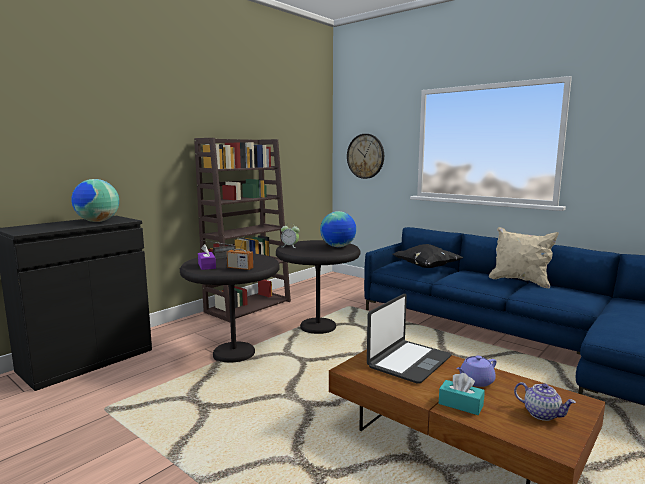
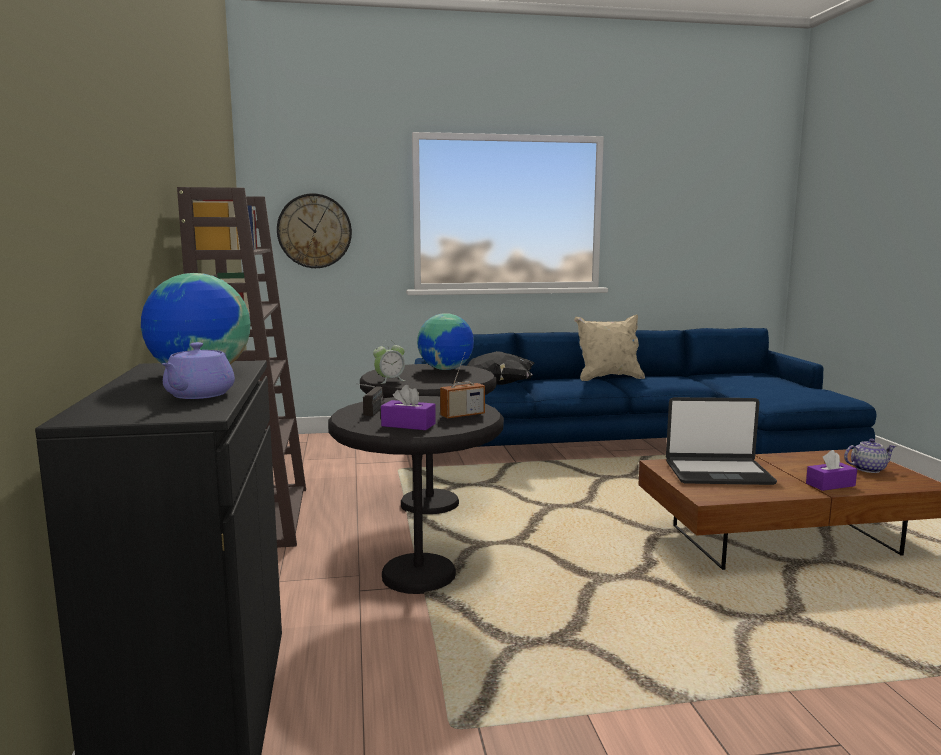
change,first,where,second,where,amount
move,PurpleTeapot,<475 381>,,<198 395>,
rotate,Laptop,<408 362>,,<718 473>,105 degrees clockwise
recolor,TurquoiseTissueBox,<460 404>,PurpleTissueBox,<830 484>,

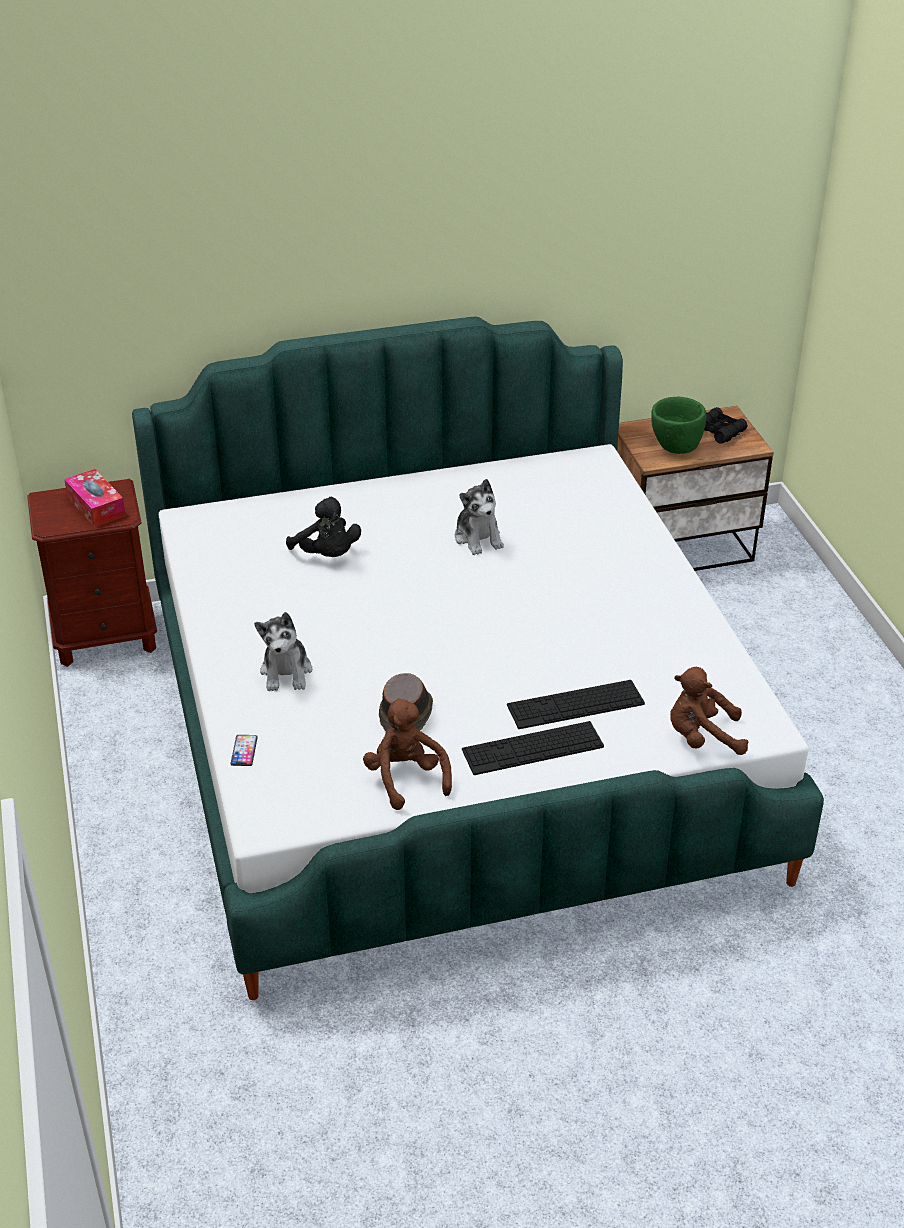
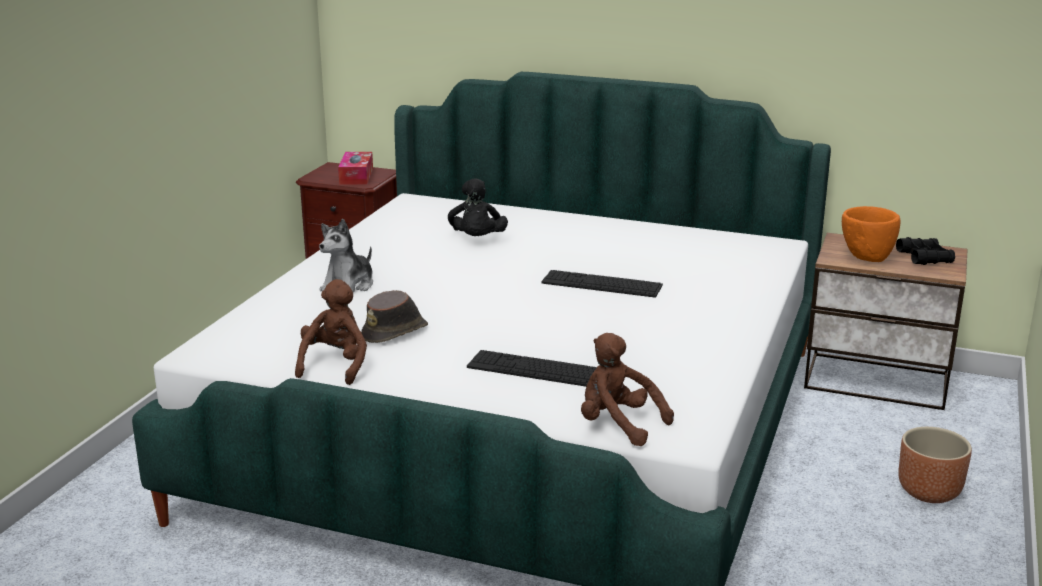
change,first,where,second,where,amount
move,Keyboard,<532 748>,,<602 284>,
recolor,GreenBowl,<675 448>,OrangeBowl,<866 258>,
insert,,,BrownPlanter,<928 493>,
delete,Phone,<244 751>,,,
delete,PlushToy,<478 538>,,,

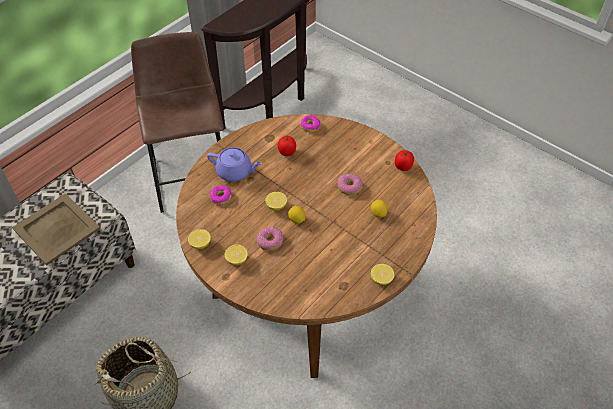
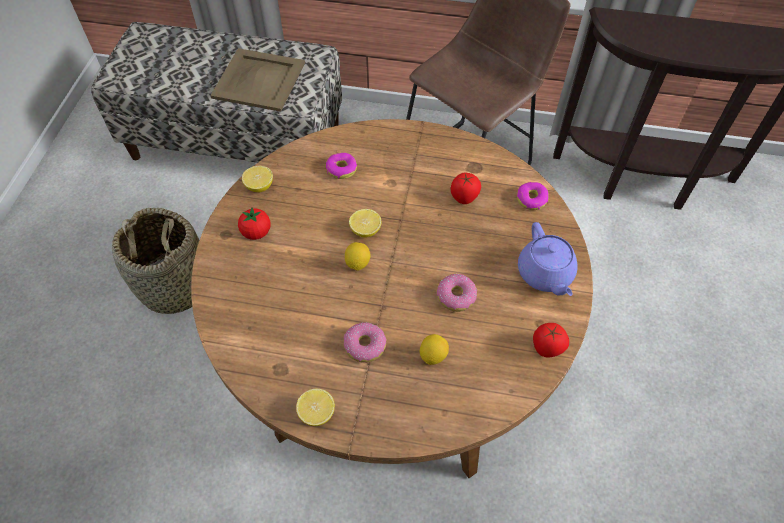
change,first,where,second,where,amount
replace,Lemon,<237 260>,Tomato,<256 232>,
move,Donut,<270 241>,,<365 346>,
move,PurpleTeapot,<235 172>,,<545 274>,

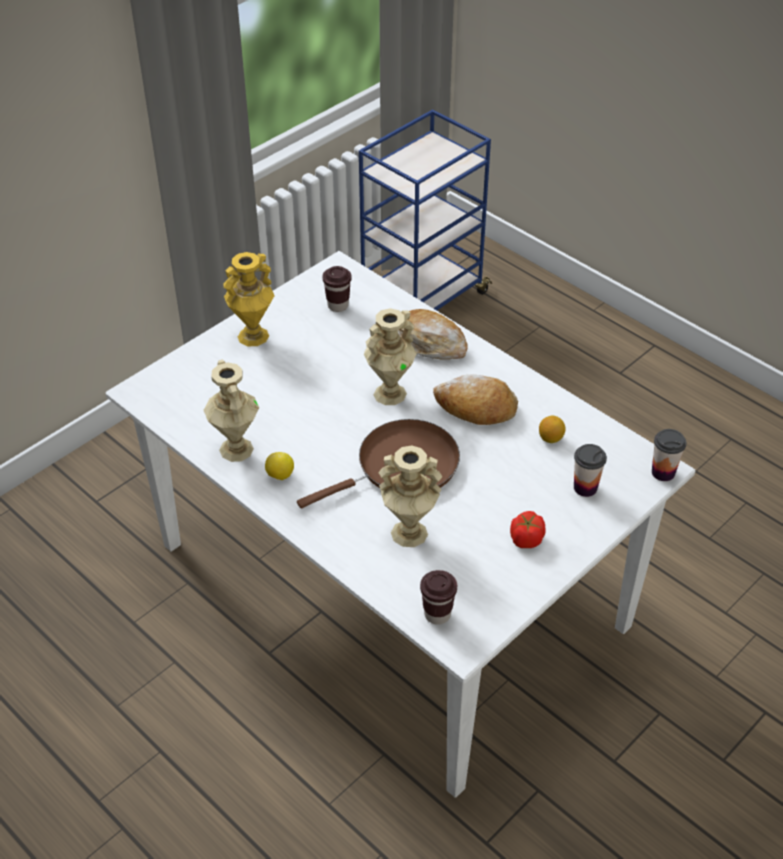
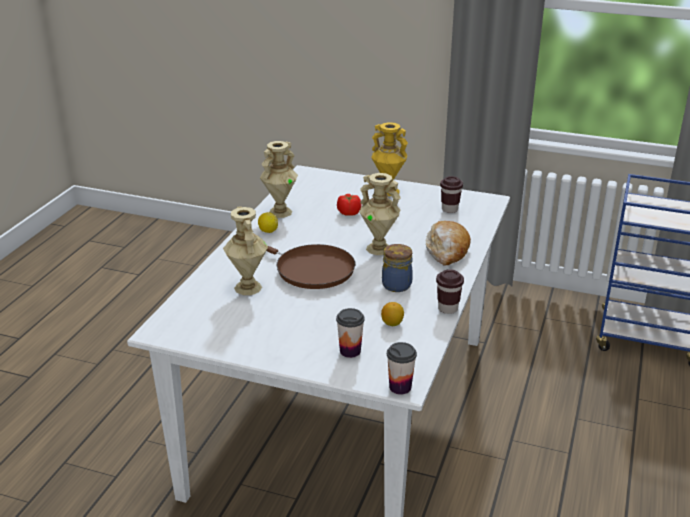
change,first,where,second,where,amount
move,Tomato,<526 539>,,<348 213>,
replace,Bread,<476 408>,Jar,<396 284>,
move,BrownCup,<437 614>,,<448 308>,

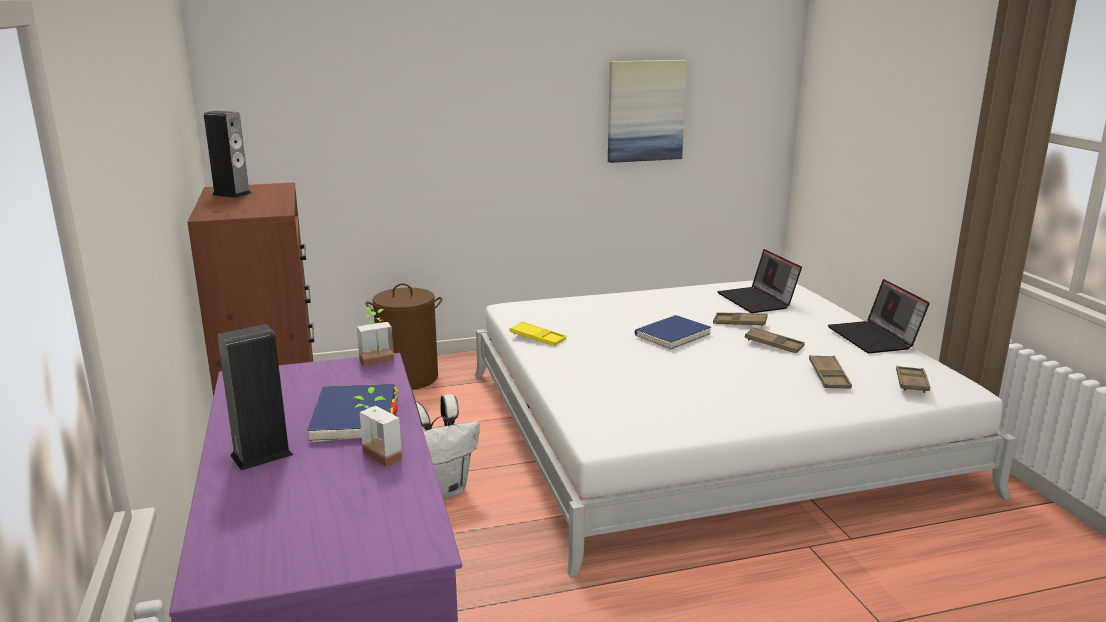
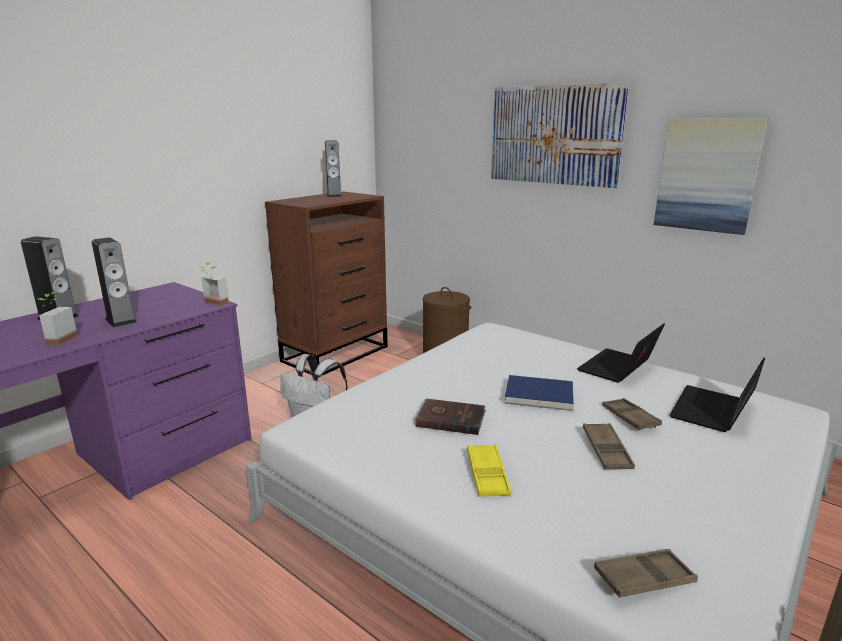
change,first,where,second,where,amount
replace,BlueBook,<355 417>,Speaker,<121 320>,
insert,,,BrownBook,<450 418>,
move,YellowTray,<537 338>,,<487 474>,
insert,,,Picture,<554 135>,
move,Laptop,<874 338>,,<618 368>,
delete,BrownTray,<829 376>,,,

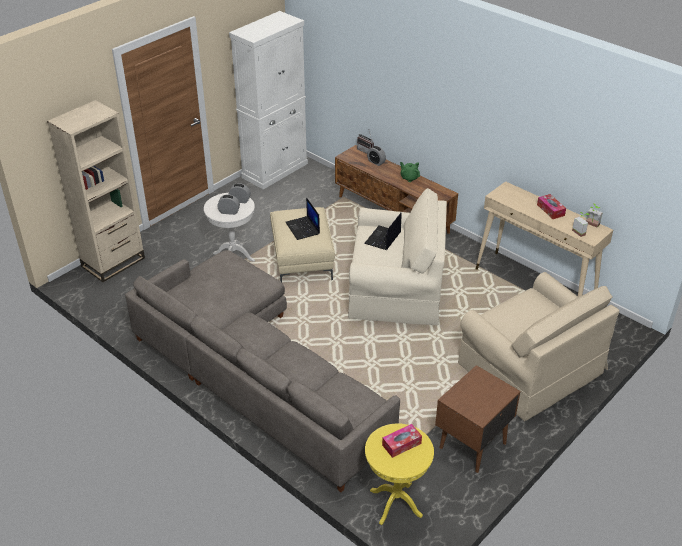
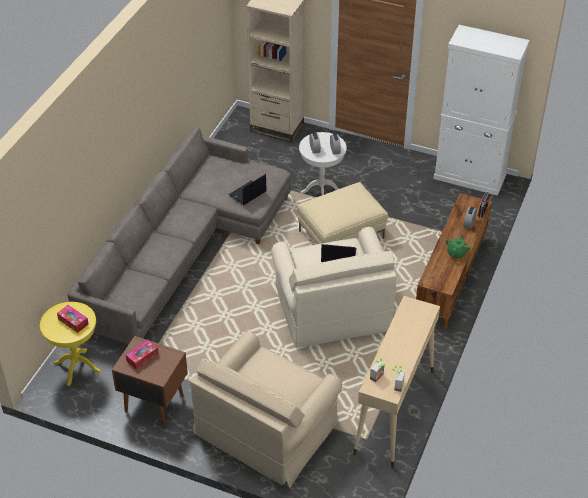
change,first,where,second,where,amount
move,TissueBox,<550 210>,,<142 357>,
move,Laptop,<303 228>,,<247 194>,

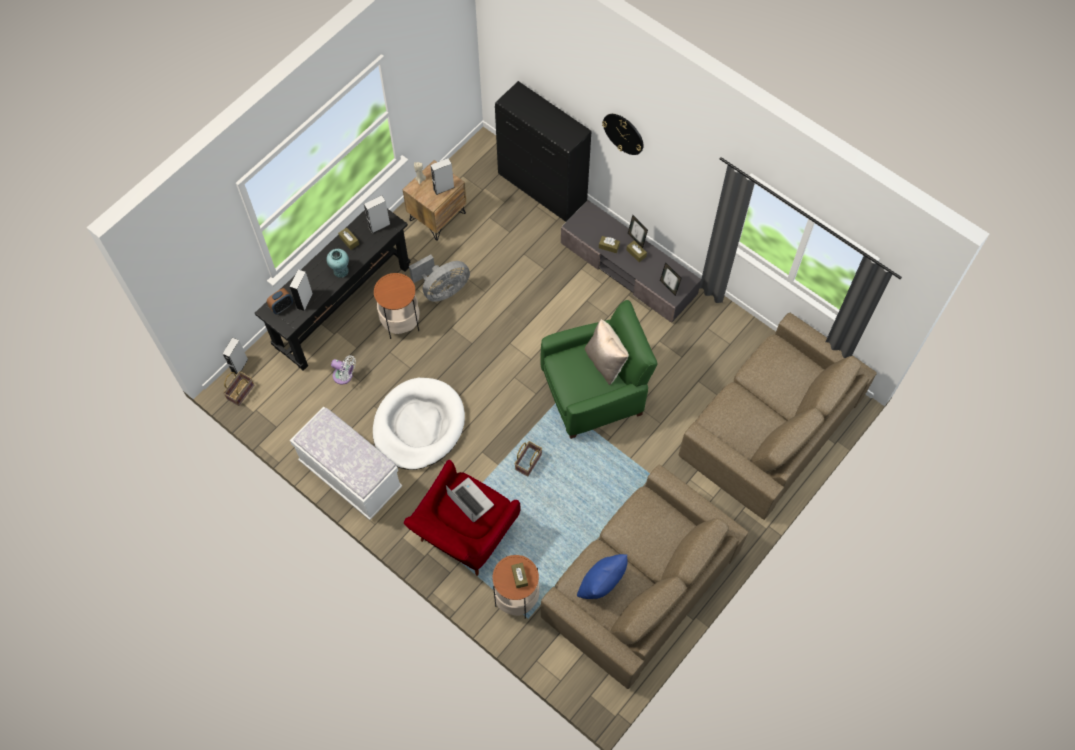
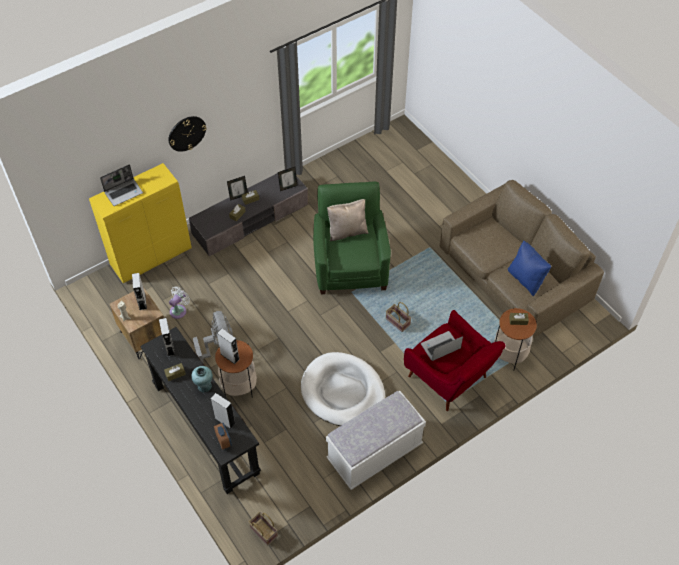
change,first,where,second,where,amount
recolor,BlackCabinet,<543 189>,YellowCabinet,<152 257>,
insert,,,Laptop,<124 192>,
move,WhiteFan,<344 376>,,<179 310>,
move,GreySpeaker,<239 366>,,<230 356>,
delete,BrownSofa,<769 426>,,,

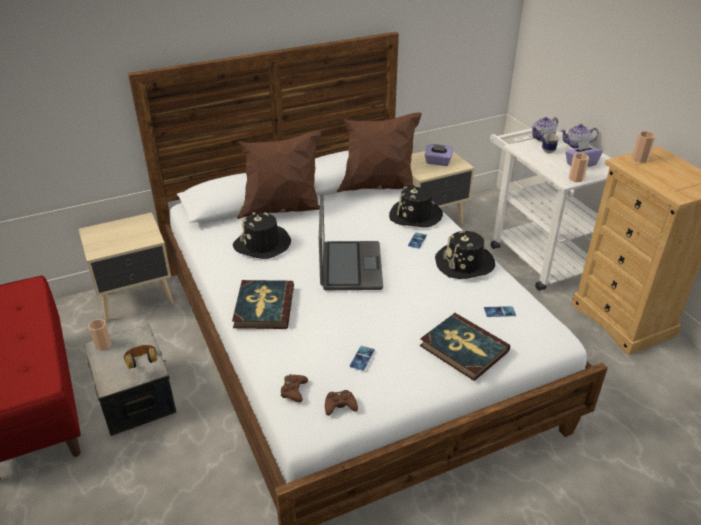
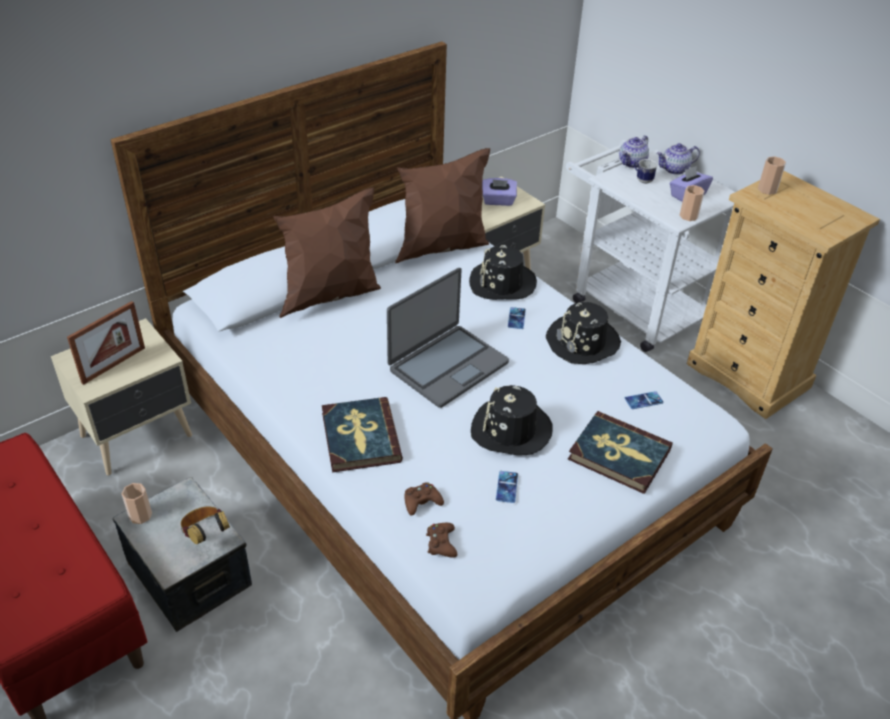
change,first,where,second,where,amount
insert,,,PictureFrame,<114 365>,
rotate,Laptop,<349 267>,,<447 366>,60 degrees clockwise
move,BrownGameController,<340 406>,,<421 502>,
move,BlackHat,<262 244>,,<510 430>,

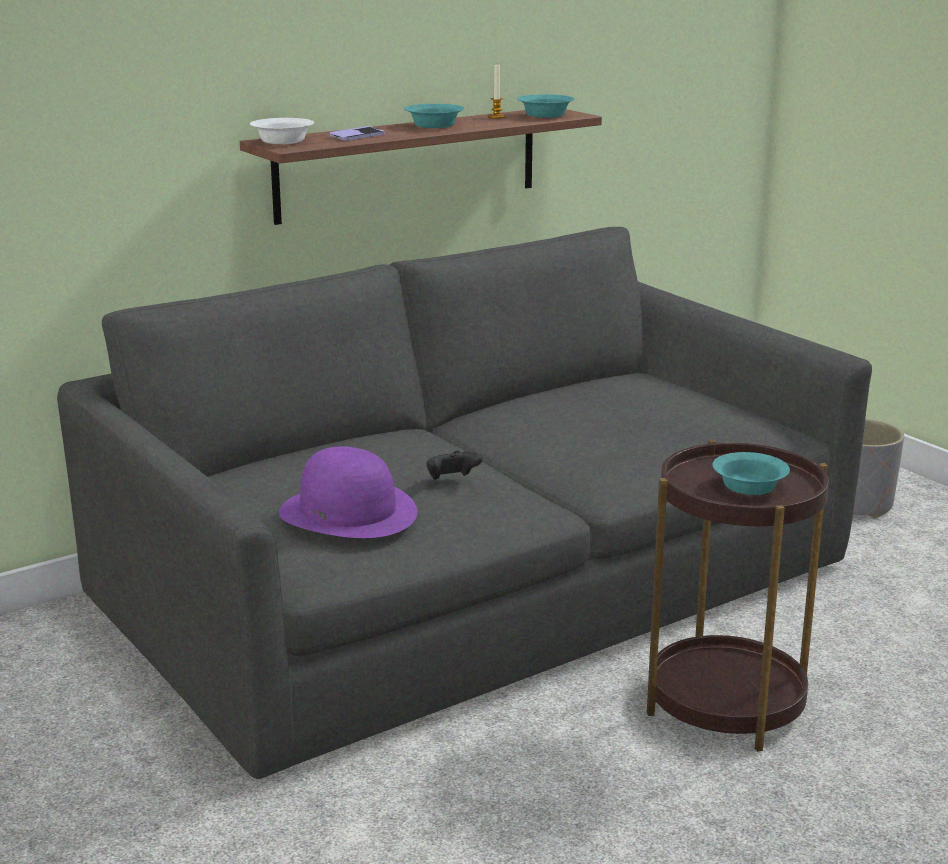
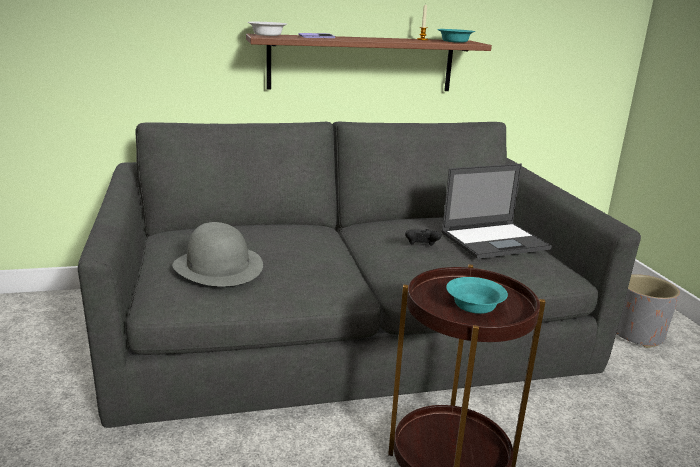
change,first,where,second,where,amount
recolor,PurpleHat,<348 512>,GreyHat,<218 266>,
move,BlackGameController,<452 480>,,<421 247>,
insert,,,Laptop,<495 240>,
delete,TurquoiseBowl,<433 126>,,,

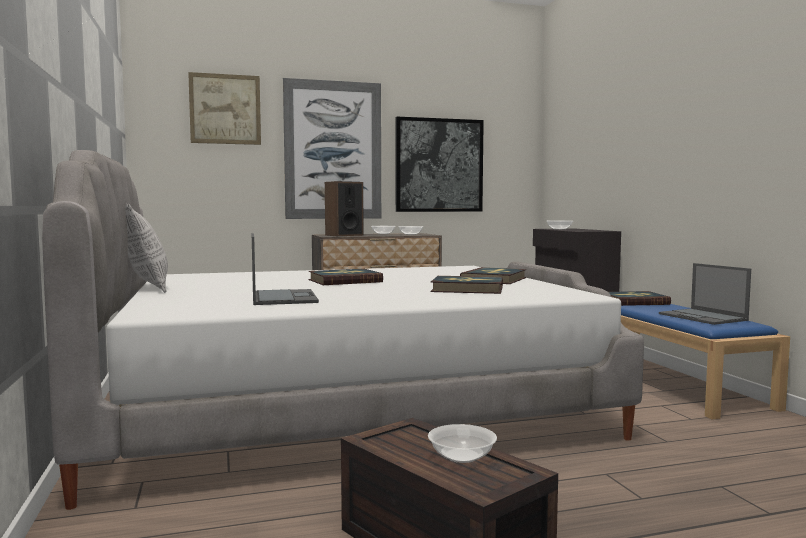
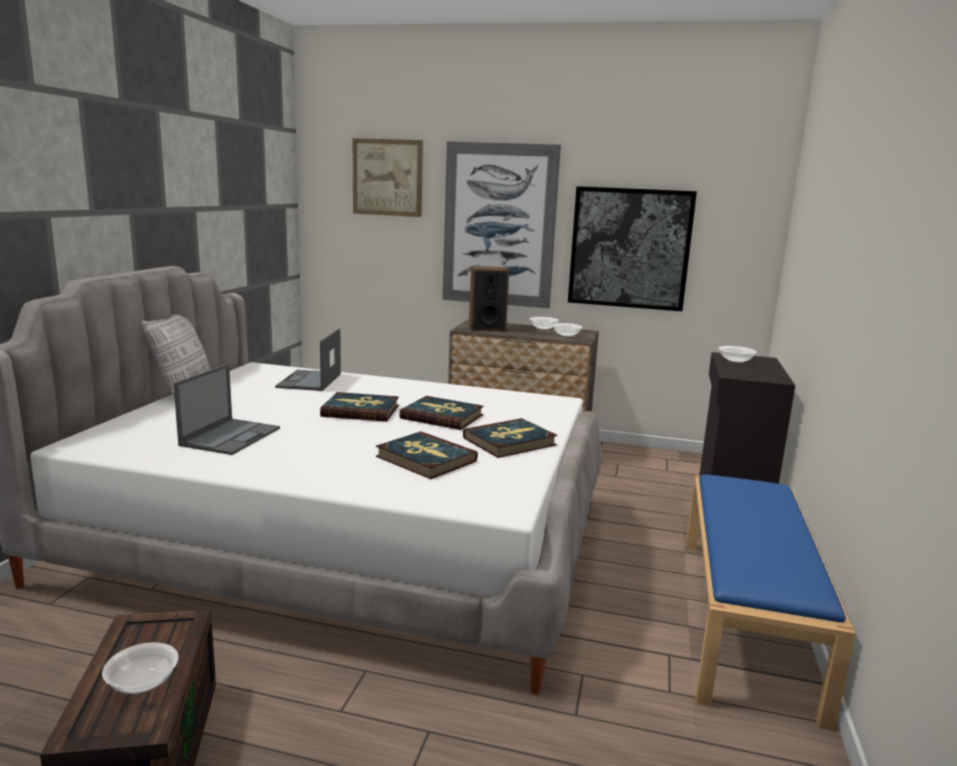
change,first,where,second,where,amount
move,Laptop,<703 317>,,<309 381>,
move,Book,<634 302>,,<442 416>,

